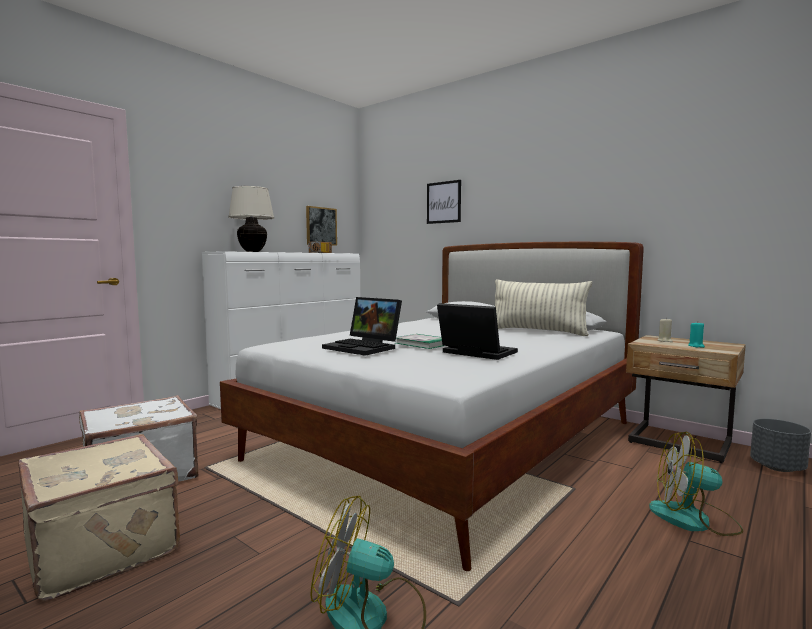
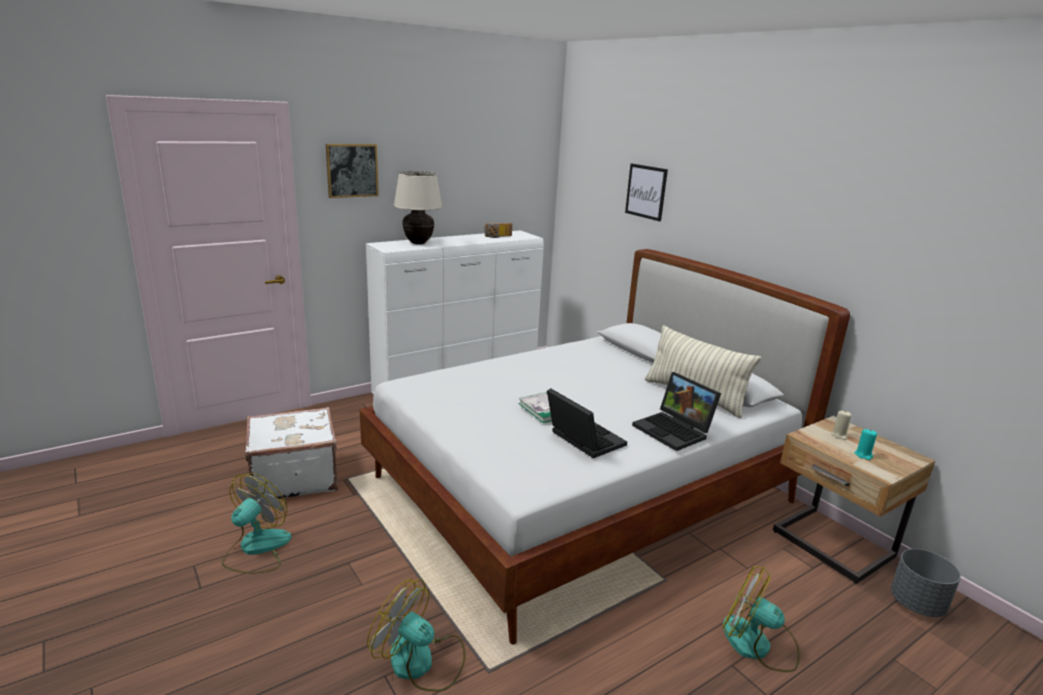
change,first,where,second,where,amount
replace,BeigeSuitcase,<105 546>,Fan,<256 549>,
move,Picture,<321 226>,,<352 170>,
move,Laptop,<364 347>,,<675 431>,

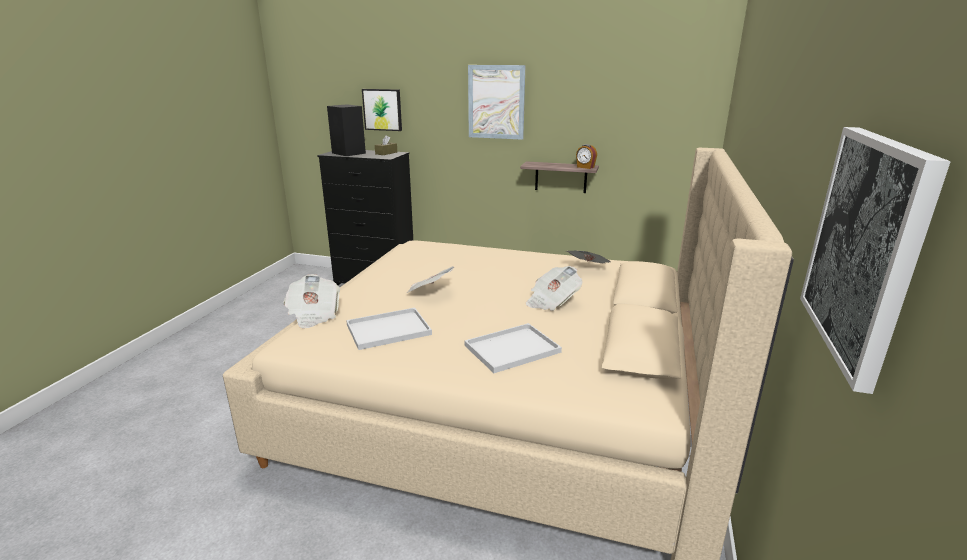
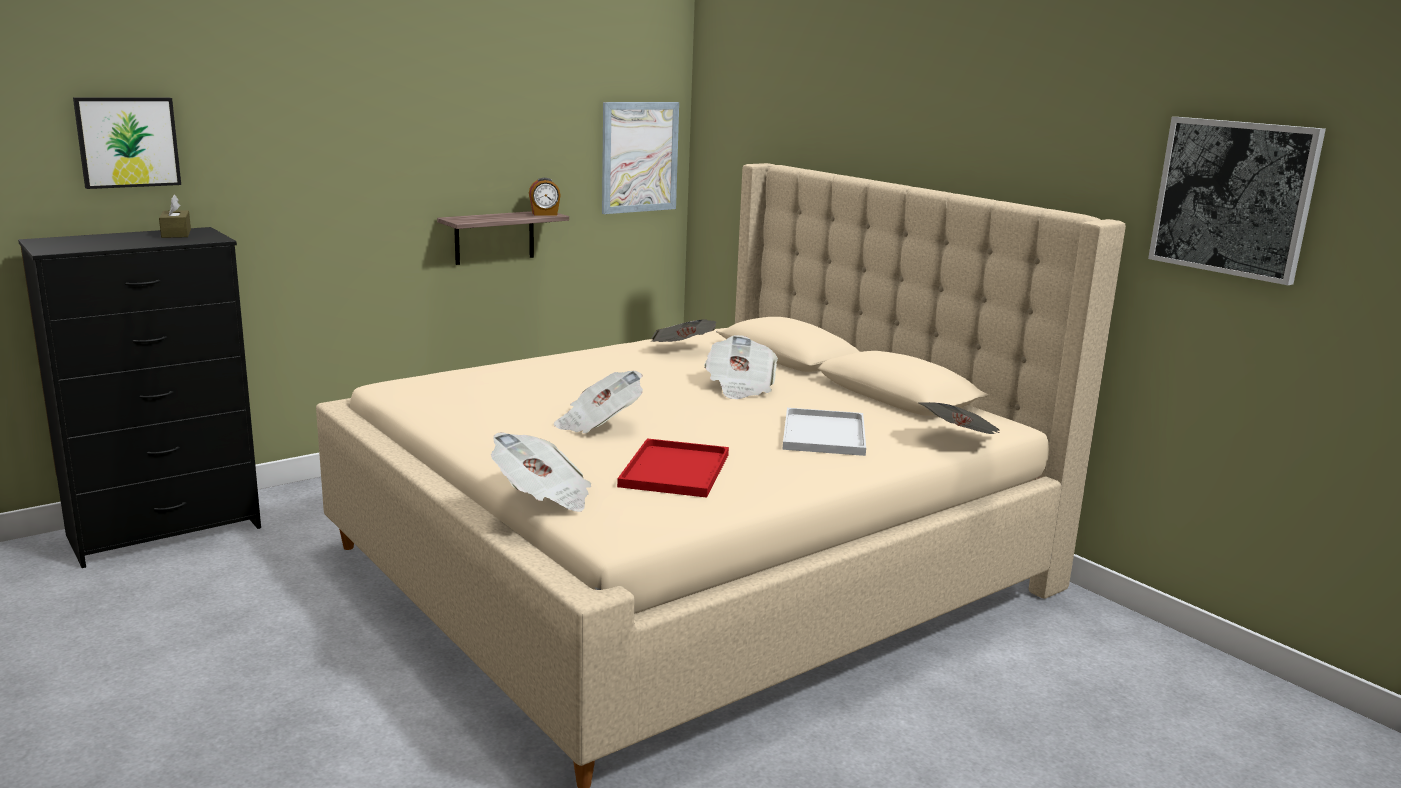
change,first,where,second,where,amount
move,Picture,<496 102>,,<639 157>,
recolor,WhiteTray,<387 330>,RedTray,<676 471>,
insert,,,Newspaper,<960 440>,
delete,BlackSpeaker,<349 153>,,,

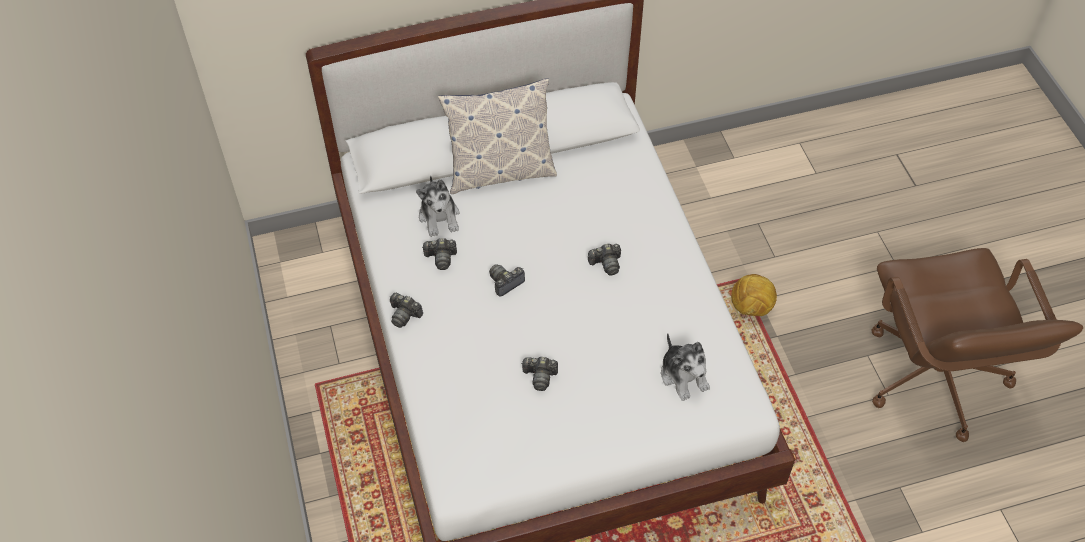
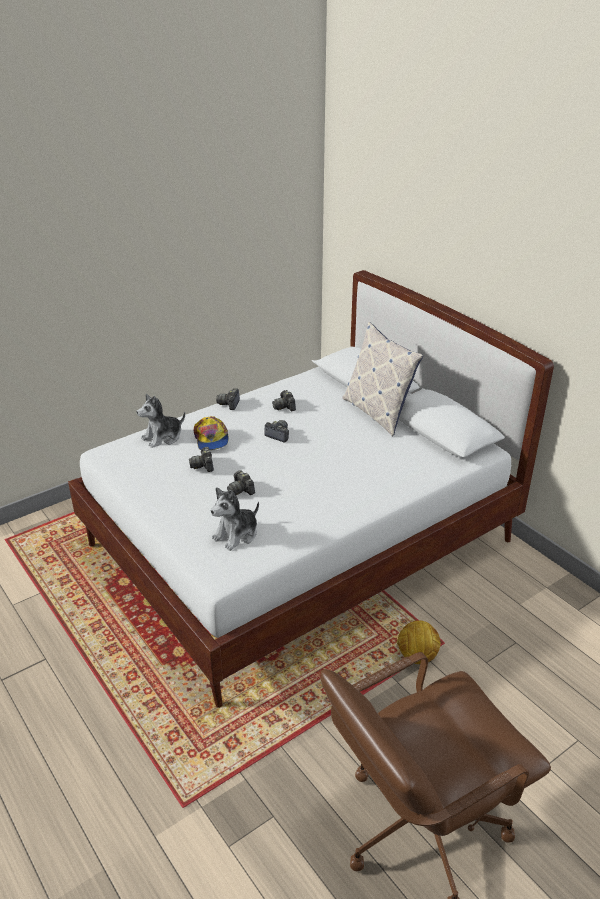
change,first,where,second,where,amount
move,PlushToy,<439 216>,,<163 438>,
insert,,,Cap,<211 439>,
move,PhotoCamera,<606 264>,,<241 490>,

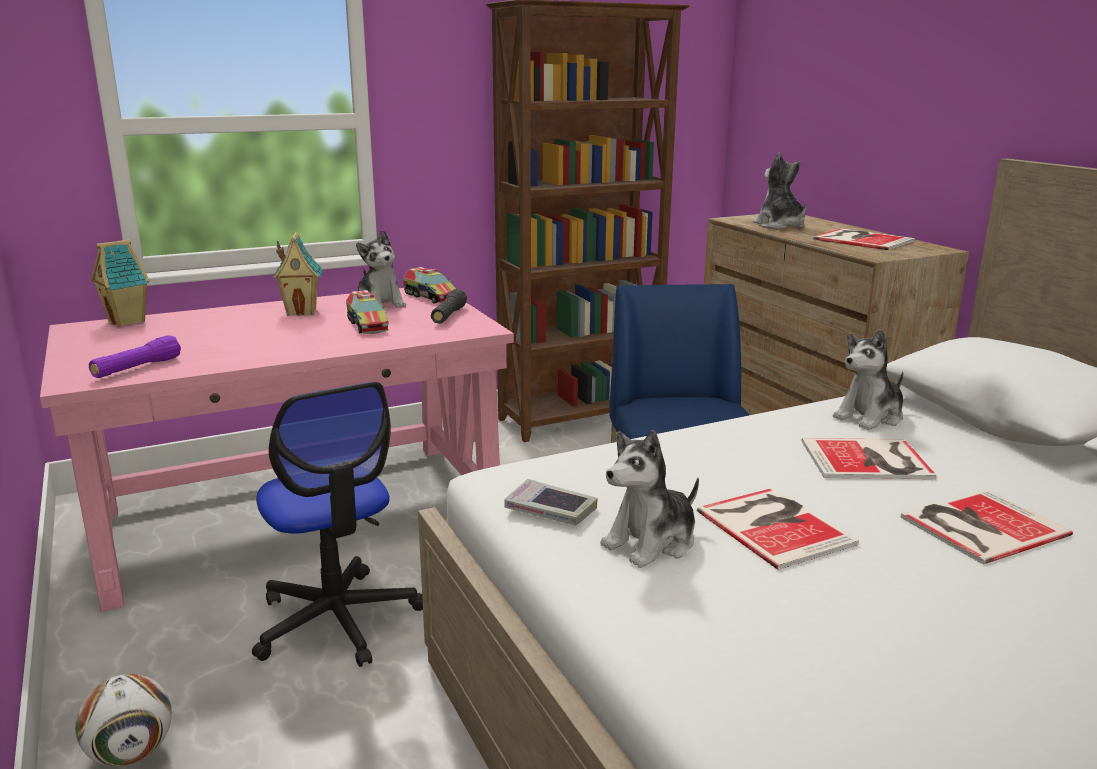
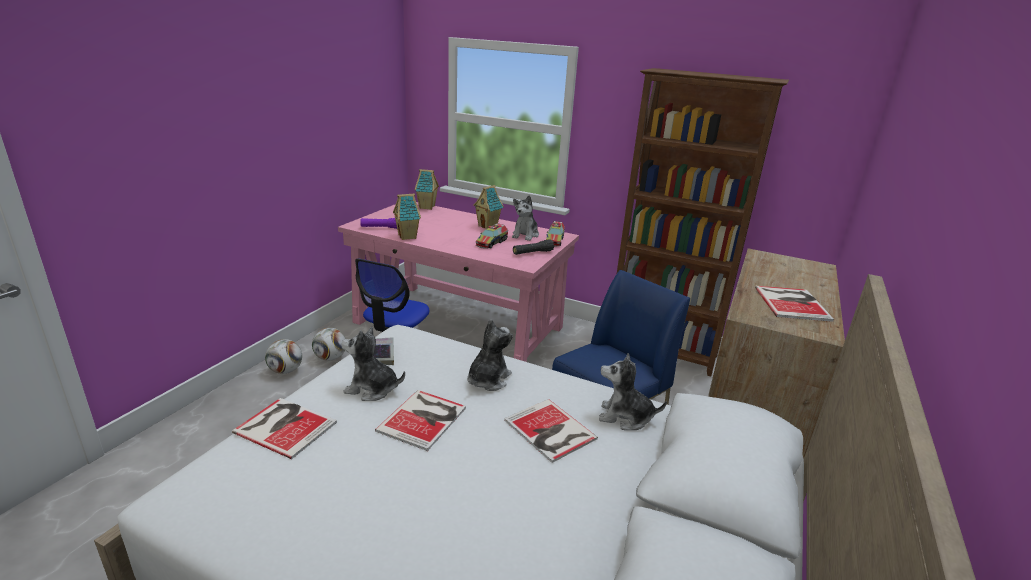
change,first,where,second,where,amount
move,Book,<979 525>,,<285 426>,
insert,,,Football,<330 358>,
insert,,,ToyHouse,<408 237>,
move,PlushToy,<779 226>,,<488 380>,

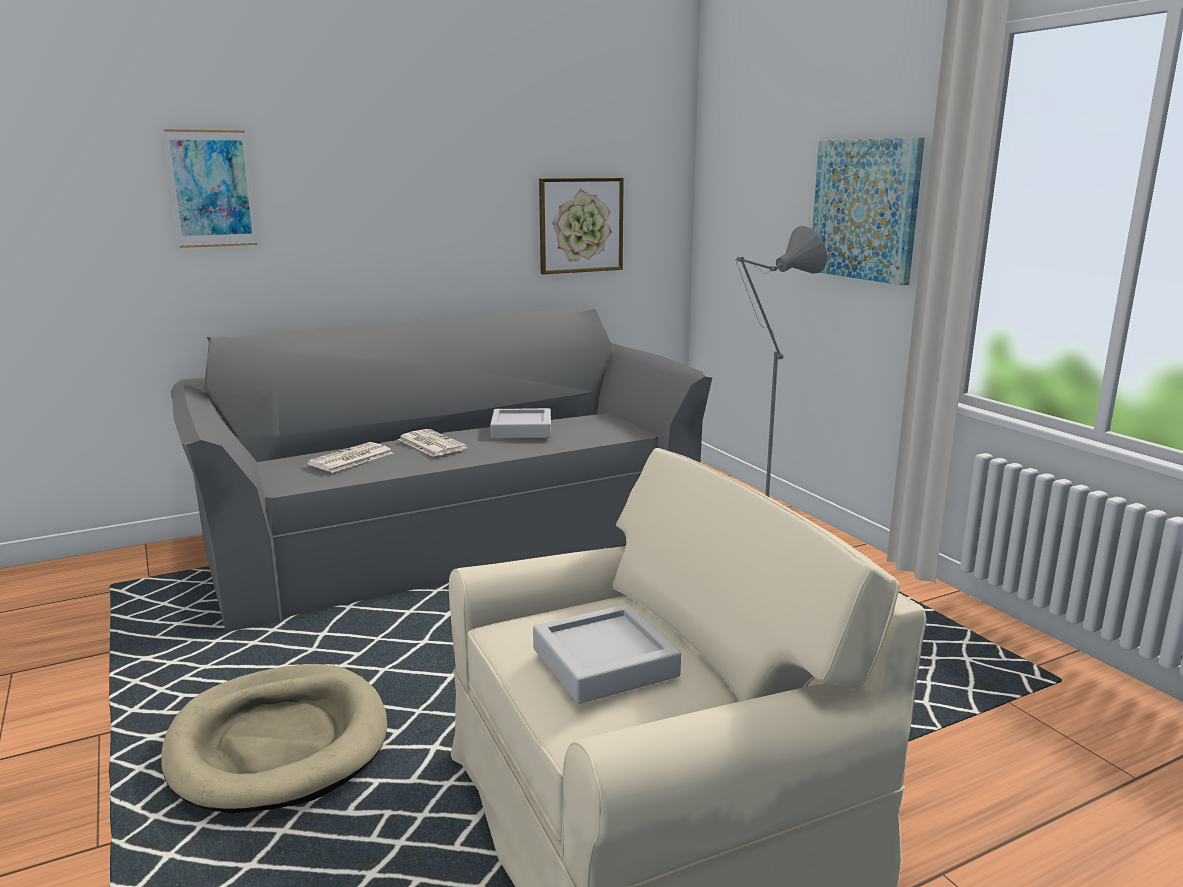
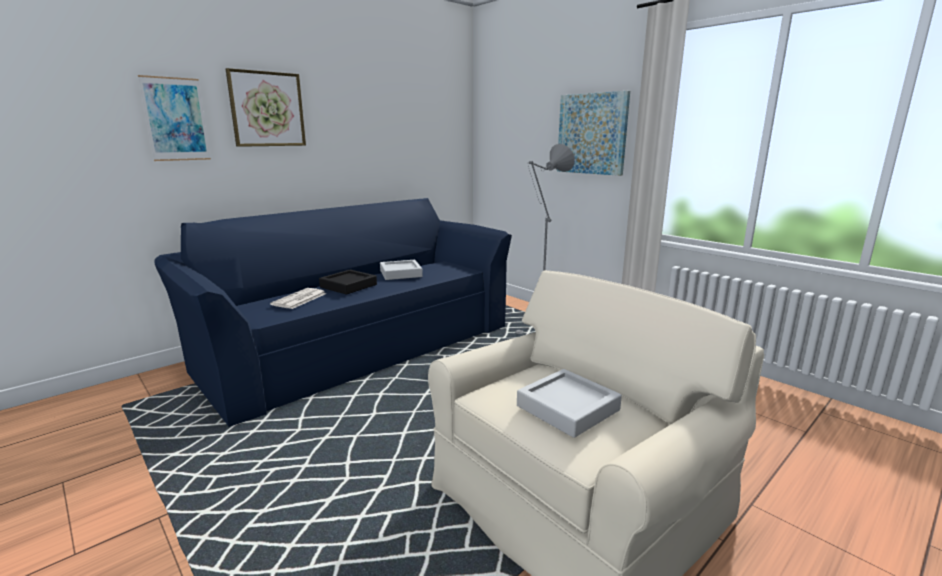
change,first,where,second,where,amount
recolor,GreySofa,<450 533>,BlueSofa,<356 343>,
move,Picture,<581 225>,,<267 109>,
replace,Newspaper,<430 444>,BlackTray,<348 286>,
delete,BeigeDogBed,<279 743>,,,

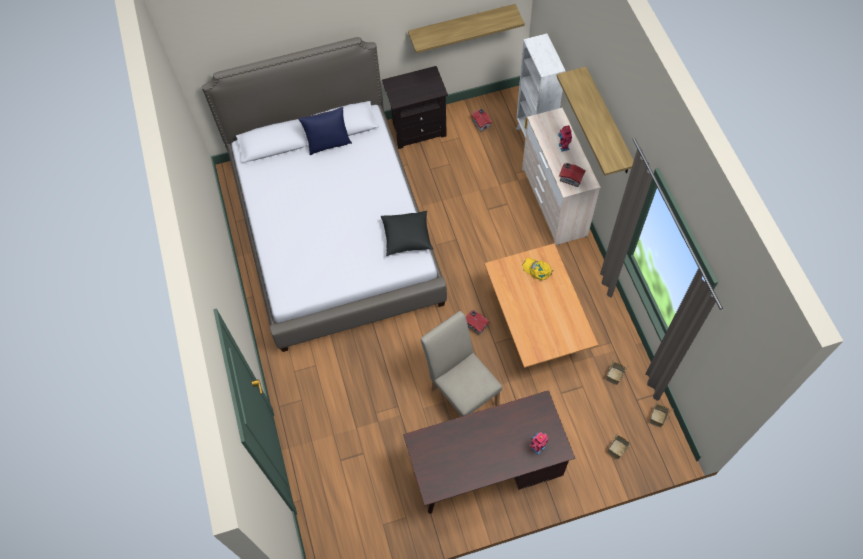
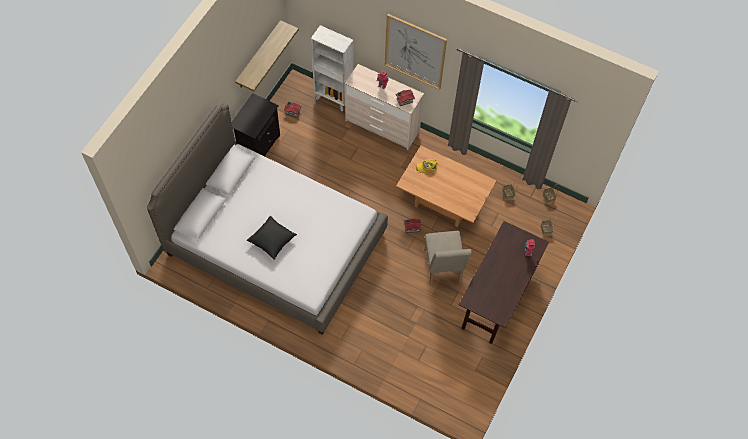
change,first,where,second,where,amount
move,BlackPillow,<407 238>,,<272 241>,
replace,Shelf,<608 122>,Picture,<415 51>,
rotate,BeigeChair,<462 392>,,<442 269>,105 degrees counterclockwise
delete,BluePillow,<328 144>,,,

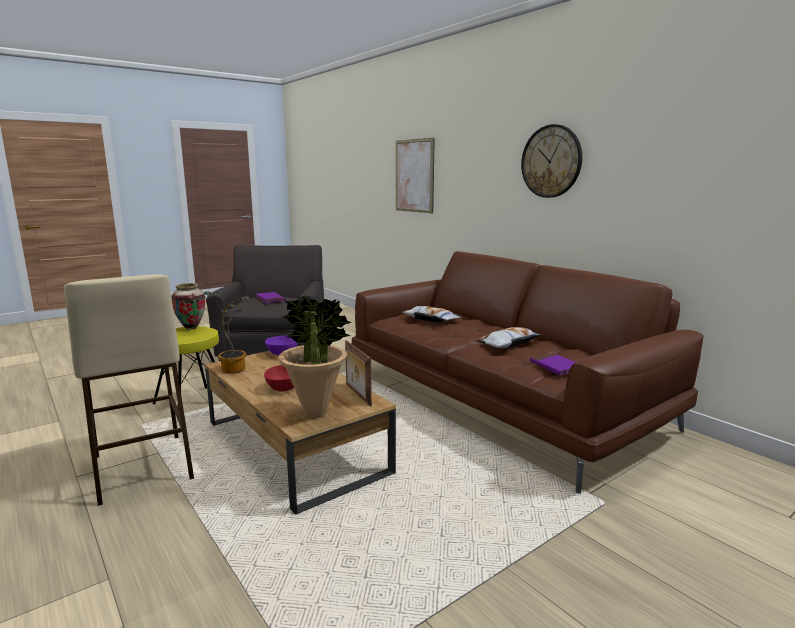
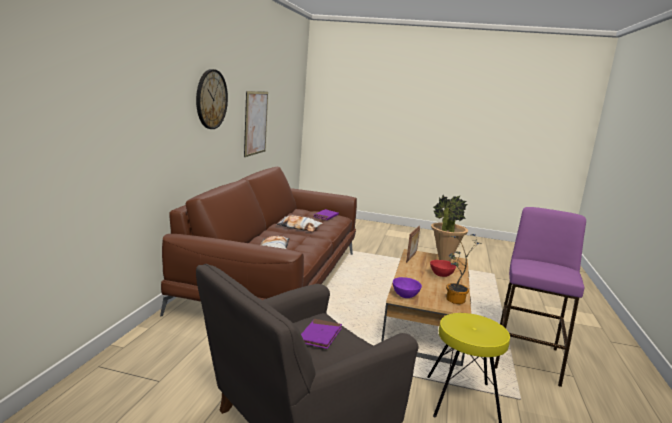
change,first,where,second,where,amount
move,Picture,<414 176>,,<256 123>,
recolor,BeigeStool,<142 468>,PurpleStool,<526 358>,
delete,Vase,<191 328>,,,

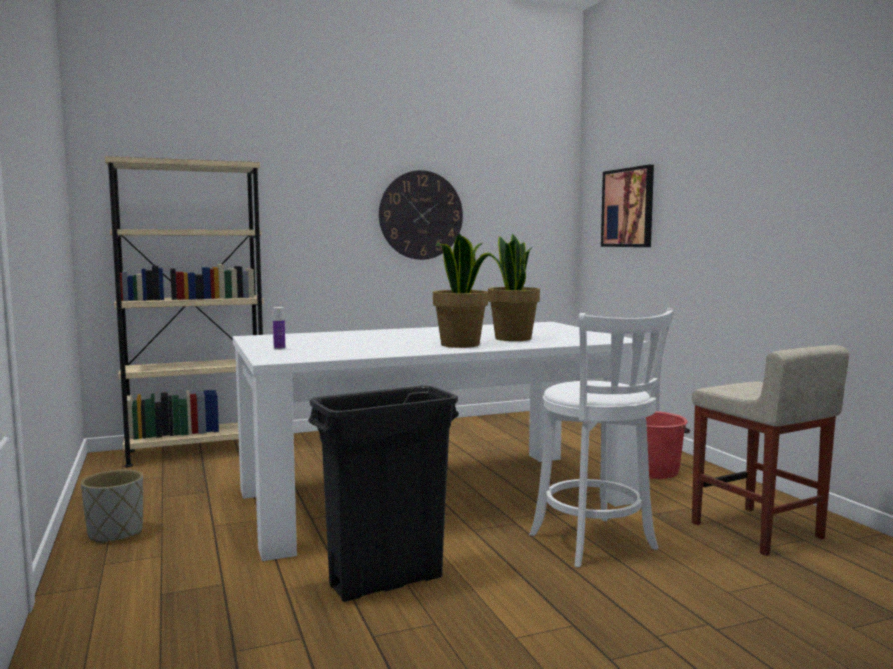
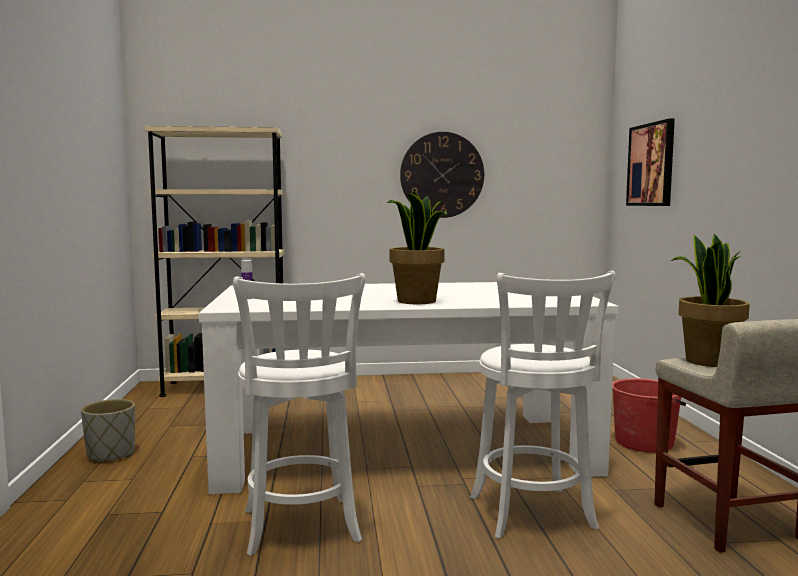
change,first,where,second,where,amount
replace,BlackTrashCan,<386 582>,WhiteStool,<301 529>,
move,PottedPlant,<512 338>,,<708 361>,

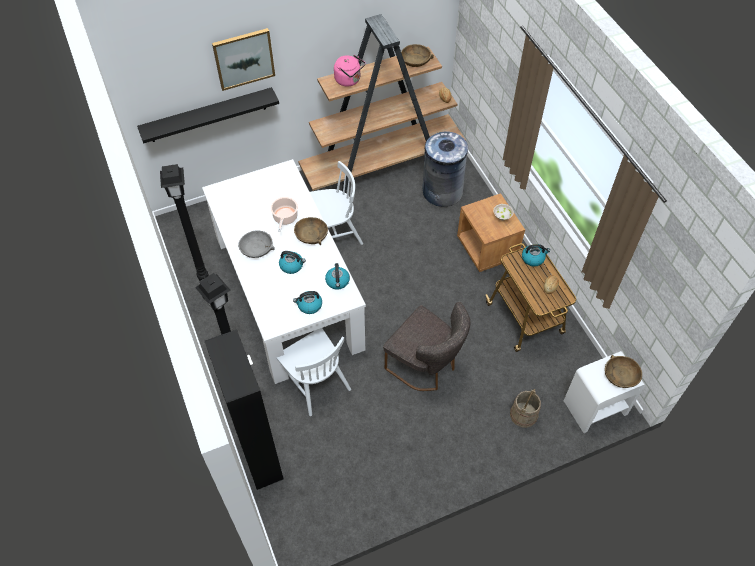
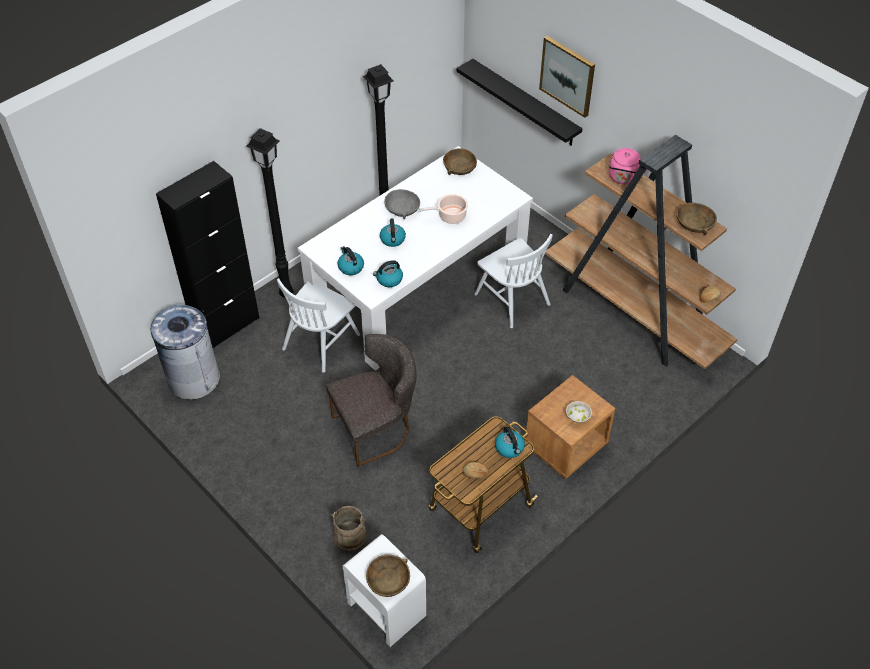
change,first,where,second,where,amount
move,GreyTrashCan,<442 191>,,<193 378>,
rotate,GreyChair,<426 366>,,<376 428>,135 degrees counterclockwise
move,BrownBowl,<311 234>,,<459 167>,

